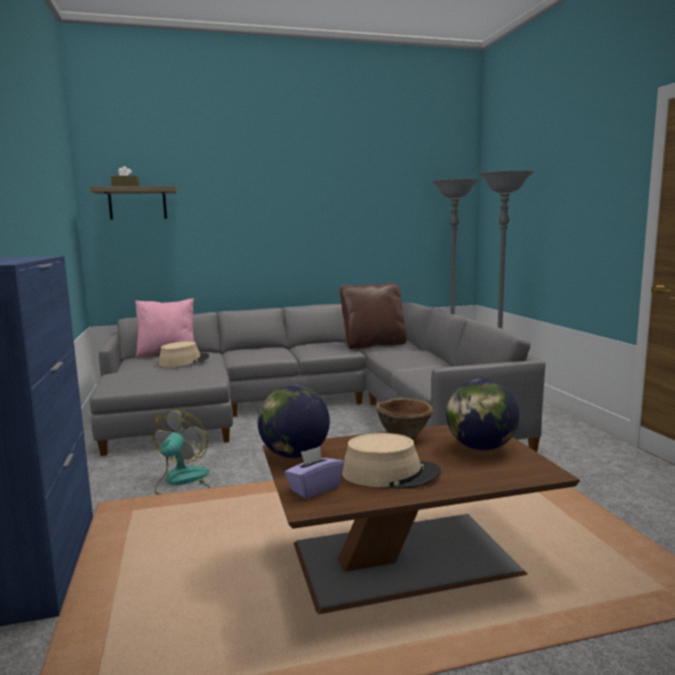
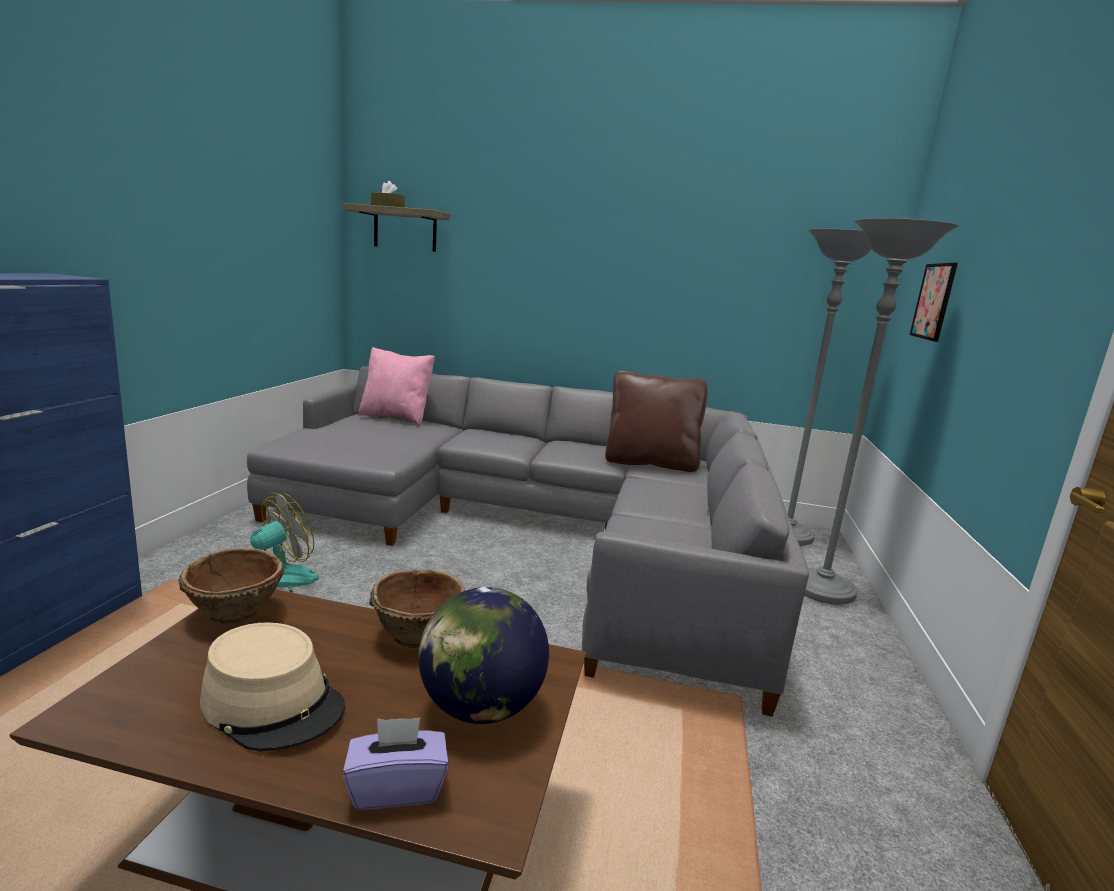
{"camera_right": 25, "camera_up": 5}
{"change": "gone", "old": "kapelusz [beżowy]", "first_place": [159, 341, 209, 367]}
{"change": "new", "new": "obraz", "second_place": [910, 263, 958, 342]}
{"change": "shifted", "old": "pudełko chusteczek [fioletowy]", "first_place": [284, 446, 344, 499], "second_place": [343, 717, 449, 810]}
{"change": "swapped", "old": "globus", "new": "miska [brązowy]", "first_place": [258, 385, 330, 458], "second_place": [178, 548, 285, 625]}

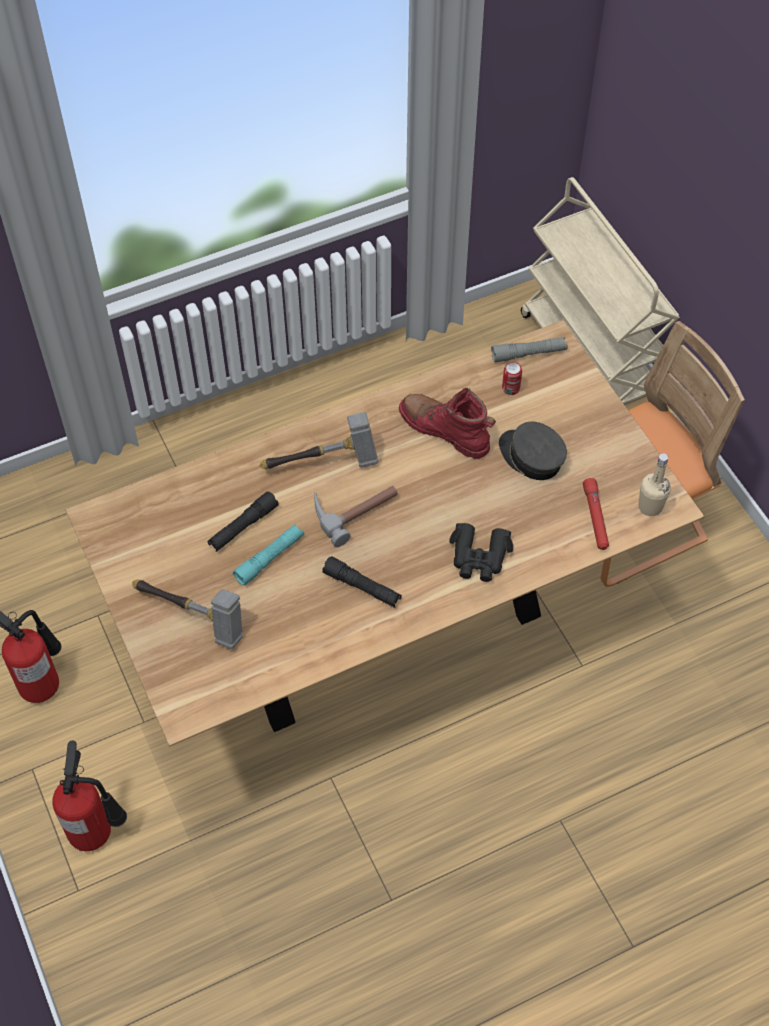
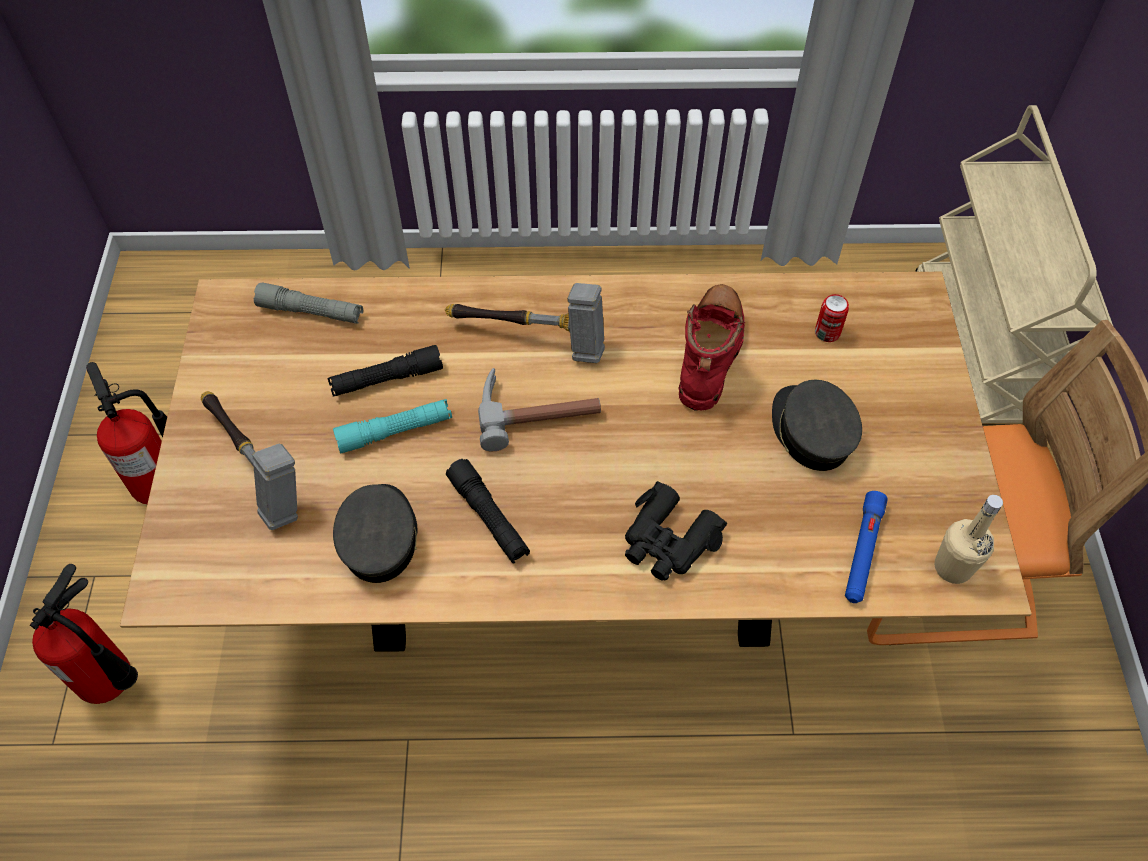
{"camera_right": 25, "camera_up": 0}
{"change": "new", "new": "czapka z daszkiem [szary]", "second_place": [333, 484, 417, 583]}
{"change": "shifted", "old": "latarka [szary]", "first_place": [491, 337, 568, 362], "second_place": [253, 283, 363, 324]}
{"change": "repainted", "old": "latarka [czerwony]", "new": "latarka [niebieski]", "first_place": [583, 478, 609, 550], "second_place": [845, 491, 888, 603]}
{"change": "rotated", "old": "but z cholewką [czerwony]", "first_place": [399, 388, 496, 459], "second_place": [679, 284, 745, 411], "degrees": 45}

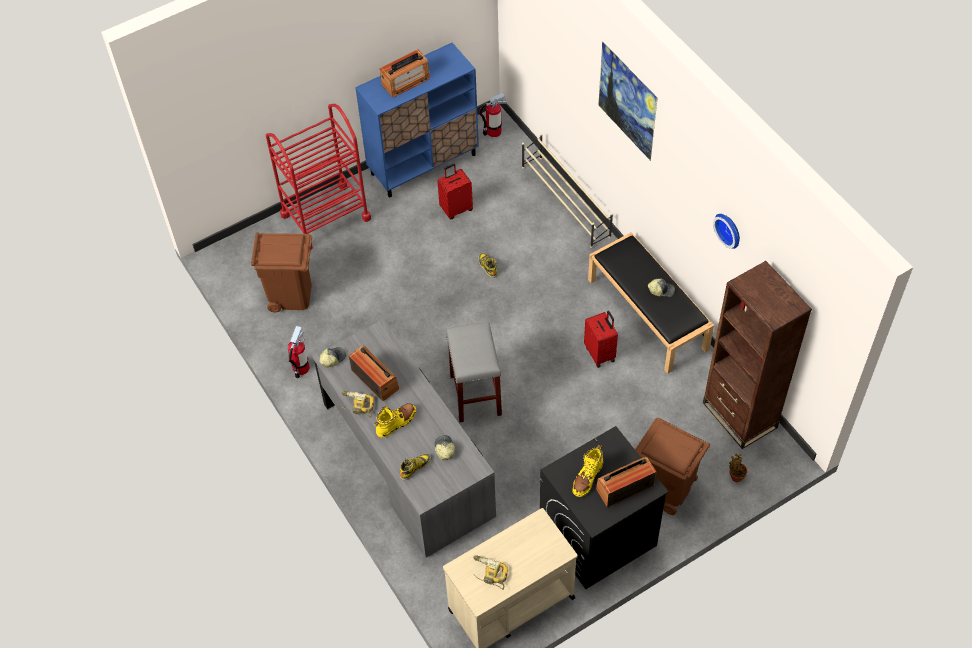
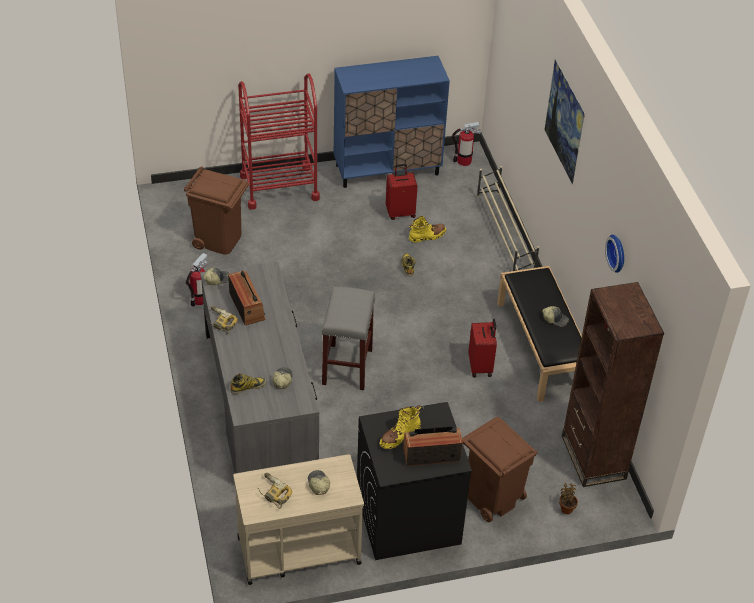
{"camera_right": 15, "camera_up": -10}
{"change": "gone", "old": "radio", "first_place": [380, 49, 430, 97]}
{"change": "new", "new": "czapka z daszkiem", "second_place": [308, 470, 330, 495]}
{"change": "shifted", "old": "but z cholewką [żółty]", "first_place": [374, 403, 416, 438], "second_place": [409, 216, 446, 243]}

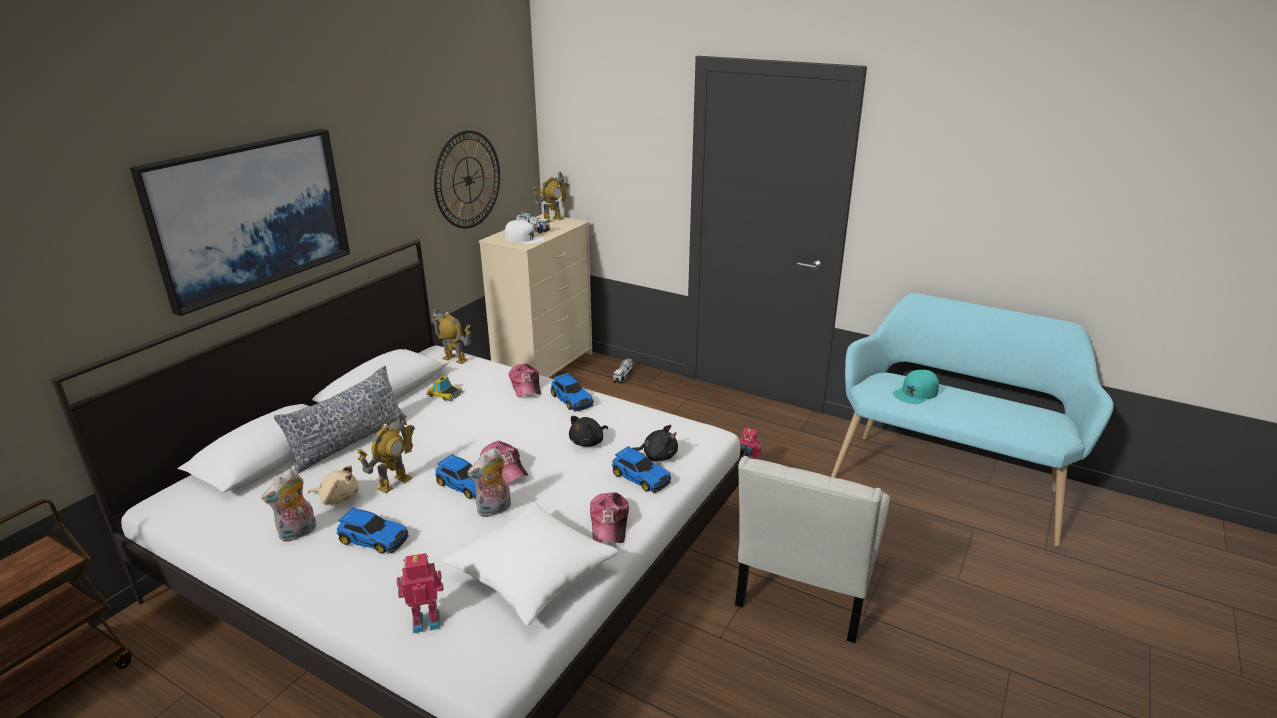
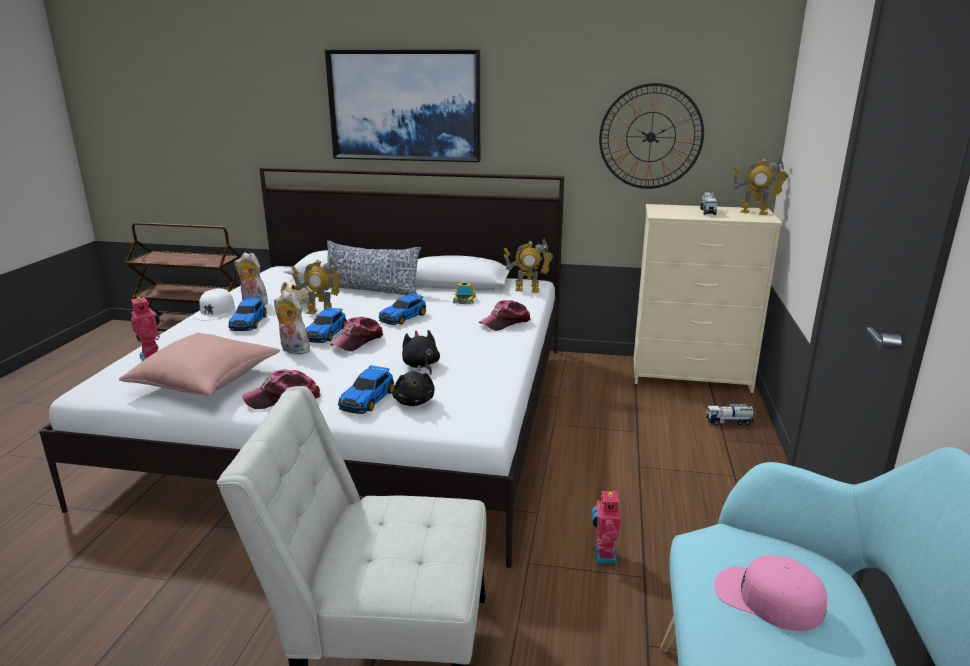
{"camera_right": 70, "camera_up": -5}
{"change": "shifted", "old": "czapka z daszkiem [biały]", "first_place": [505, 220, 544, 244], "second_place": [193, 288, 235, 320]}
{"change": "shifted", "old": "samochodzik", "first_place": [551, 373, 594, 411], "second_place": [379, 293, 426, 325]}
{"change": "repainted", "old": "poduszka [biały]", "new": "poduszka [różowy]", "first_place": [443, 503, 619, 626], "second_place": [119, 333, 280, 396]}
{"change": "repainted", "old": "czapka z daszkiem [turkusowy]", "new": "czapka z daszkiem [różowy]", "first_place": [893, 370, 939, 404], "second_place": [714, 556, 827, 631]}
{"change": "rotated", "old": "robot zabawkowy", "first_place": [431, 307, 471, 364], "second_place": [504, 239, 553, 293], "degrees": 90}
{"change": "rotated", "old": "pluszak [czarny]", "first_place": [569, 416, 608, 447], "second_place": [402, 330, 440, 375], "degrees": 45}

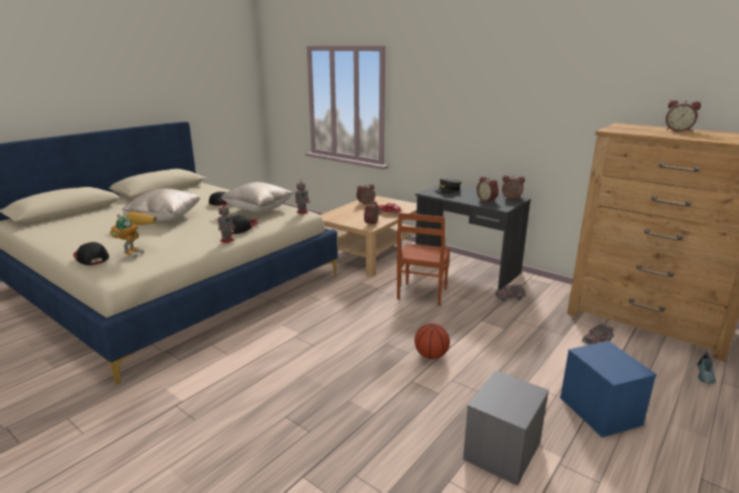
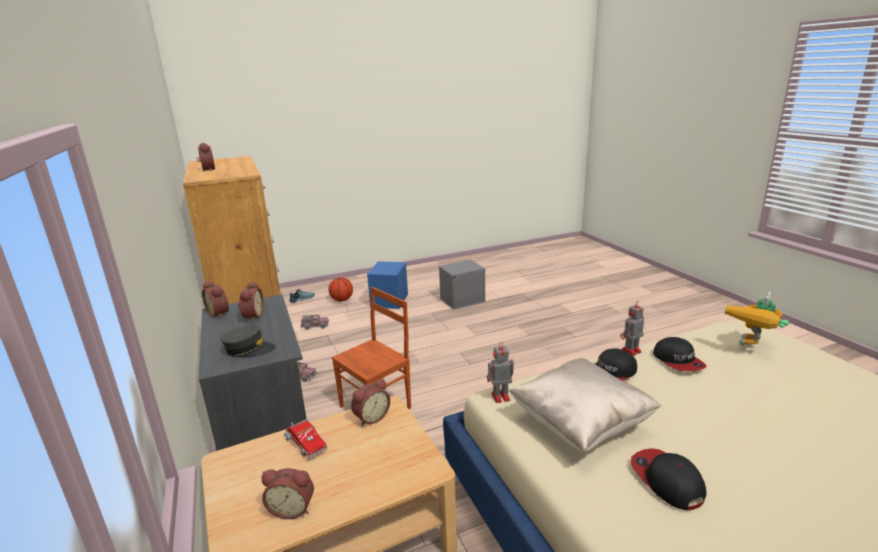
{"camera_right": -150, "camera_up": 0}
{"change": "gone", "old": "poduszka [beżowy]", "first_place": [122, 189, 200, 221]}
{"change": "shifted", "old": "czapka z daszkiem", "first_place": [73, 242, 109, 265], "second_place": [653, 337, 707, 371]}
{"change": "shifted", "old": "piłka do koszykówki", "first_place": [415, 323, 450, 359], "second_place": [328, 277, 353, 302]}

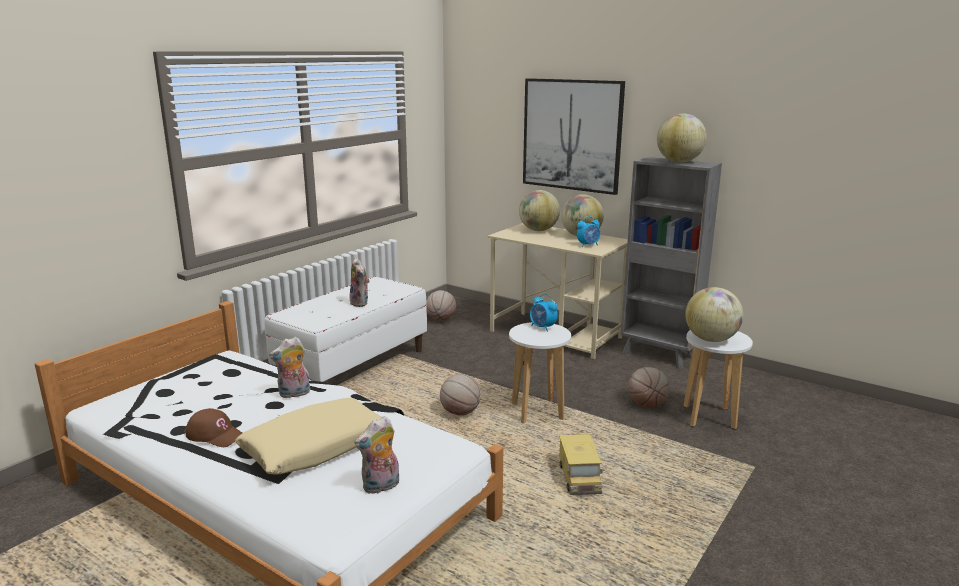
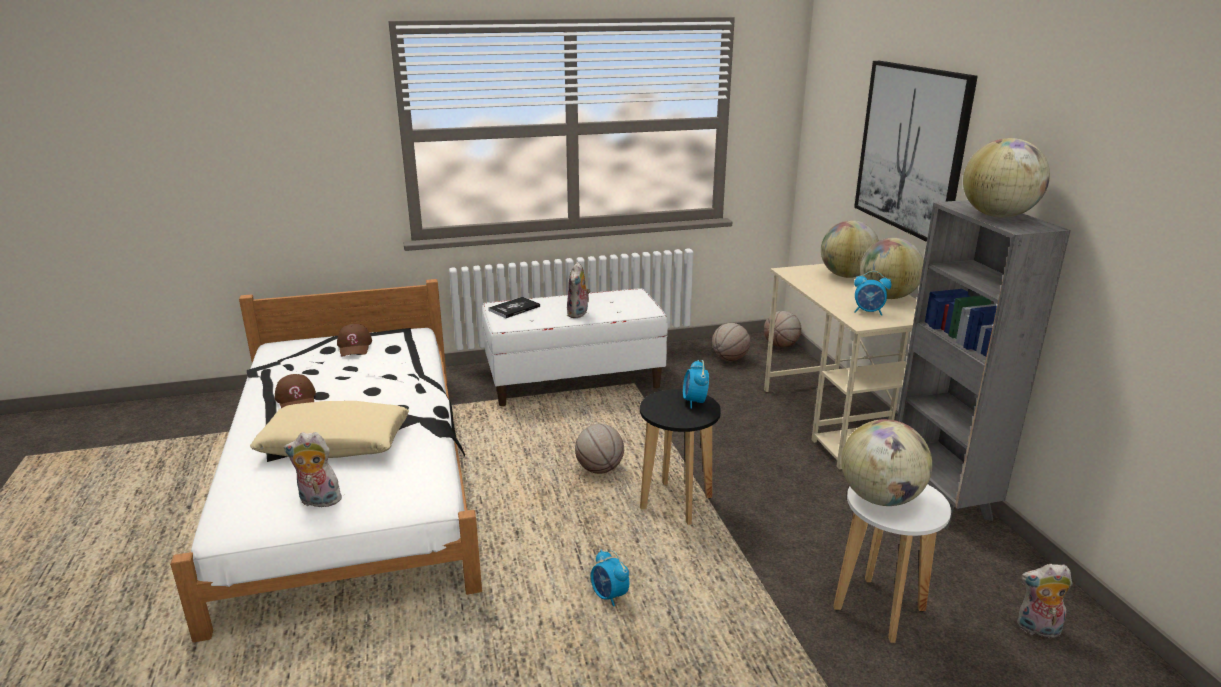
{"camera_right": 40, "camera_up": 5}
{"change": "new", "new": "czapka z daszkiem [brązowy]", "second_place": [337, 324, 372, 357]}
{"change": "new", "new": "książka", "second_place": [488, 297, 540, 318]}
{"change": "shifted", "old": "pluszak", "first_place": [269, 337, 310, 399], "second_place": [1017, 564, 1073, 638]}
{"change": "shifted", "old": "piłka do koszykówki", "first_place": [628, 367, 670, 407], "second_place": [764, 311, 801, 347]}
{"change": "swapped", "old": "ciężarówka zabawkowa", "new": "budzik", "first_place": [559, 434, 602, 495], "second_place": [591, 549, 629, 606]}
{"change": "repainted", "old": "stołek [biały]", "new": "stołek [czarny]", "first_place": [509, 322, 571, 424], "second_place": [640, 389, 721, 525]}

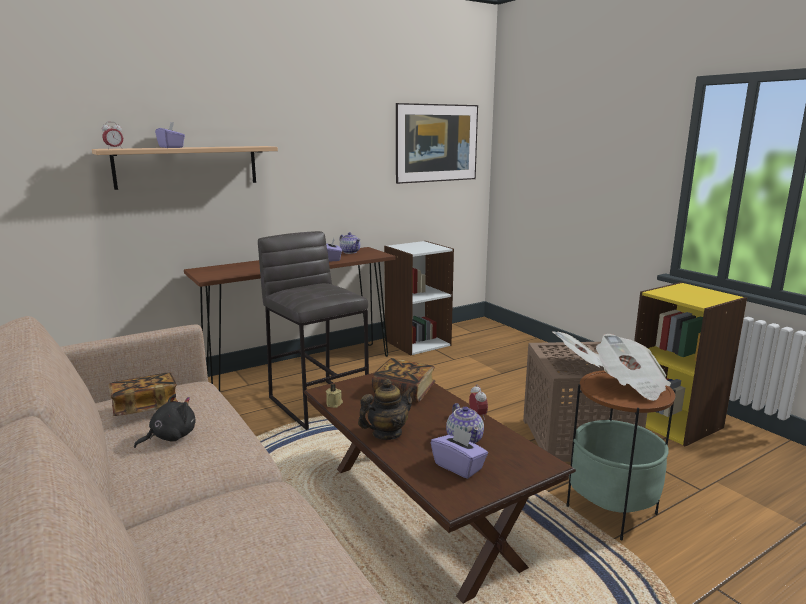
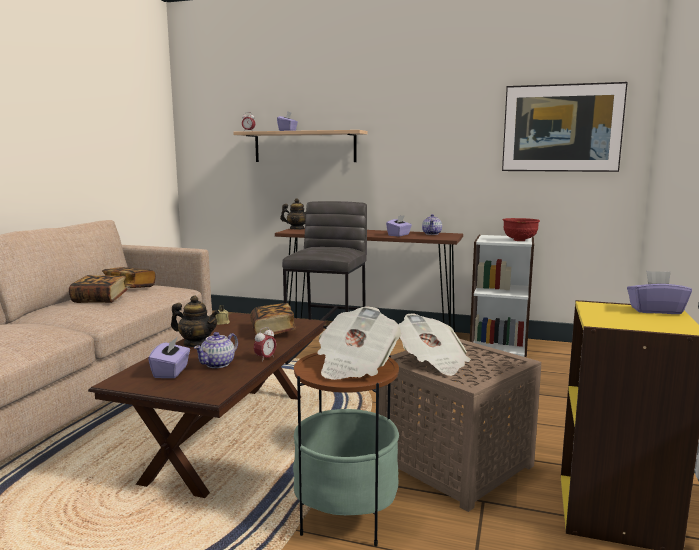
{"camera_right": 50, "camera_up": -5}
{"change": "new", "new": "imbryk", "second_place": [280, 198, 306, 229]}
{"change": "new", "new": "miska [czerwony]", "second_place": [503, 218, 540, 241]}
{"change": "new", "new": "pudełko chusteczek [fioletowy]", "second_place": [627, 271, 692, 314]}
{"change": "swapped", "old": "pluszak [czarny]", "new": "książka", "first_place": [134, 394, 196, 448], "second_place": [69, 275, 128, 303]}

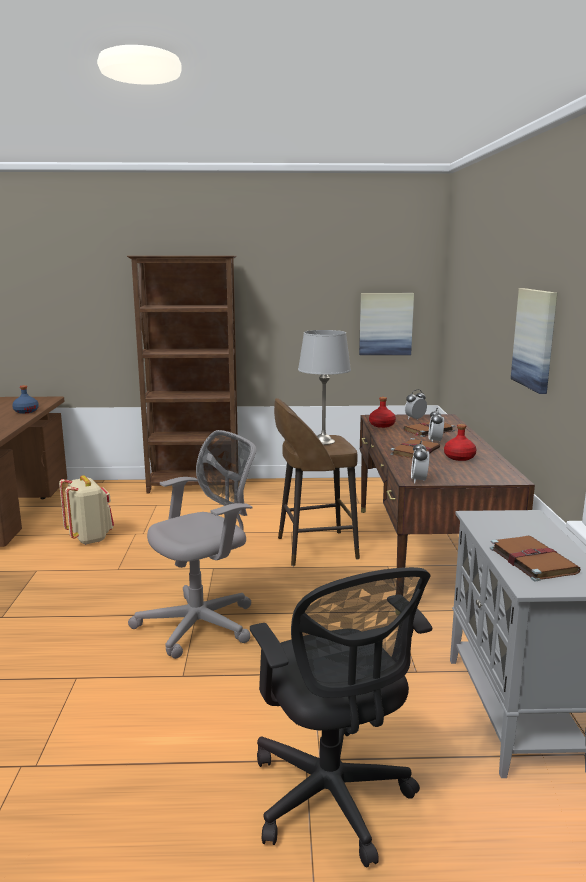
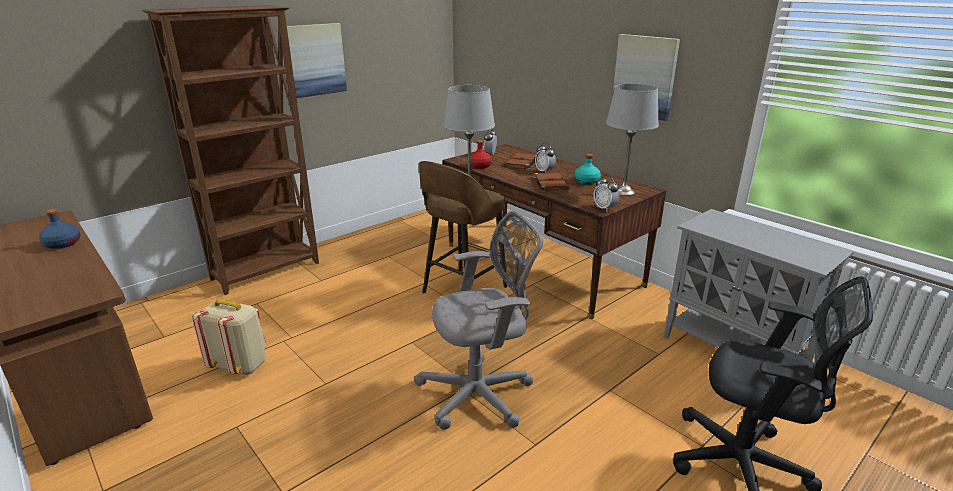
{"camera_right": -40, "camera_up": 10}
{"change": "gone", "old": "książka [brązowy]", "first_place": [490, 536, 581, 582]}
{"change": "new", "new": "lampa stołowa [szary]", "second_place": [606, 84, 659, 196]}
{"change": "shifted", "old": "obraz", "first_place": [359, 293, 414, 355], "second_place": [287, 23, 347, 98]}
{"change": "repainted", "old": "butelka [czerwony]", "new": "butelka [turkusowy]", "first_place": [444, 424, 477, 461], "second_place": [574, 154, 601, 184]}
{"change": "rotated", "old": "krzesło biurowe [szary]", "first_place": [128, 430, 256, 659], "second_place": [414, 211, 543, 430], "degrees": 60}

